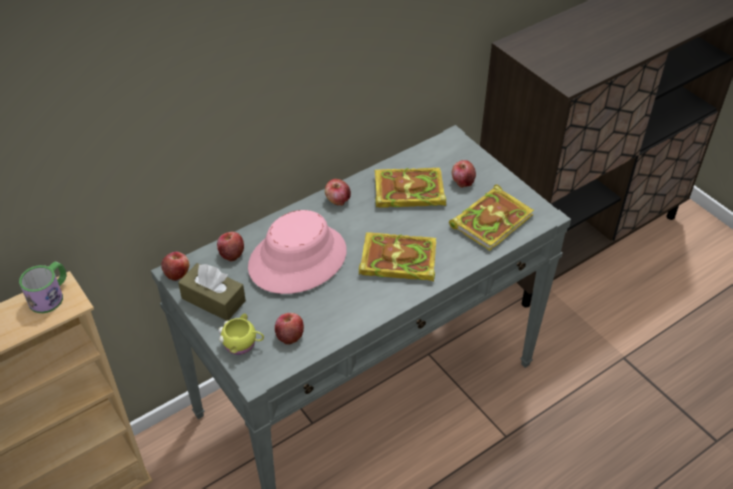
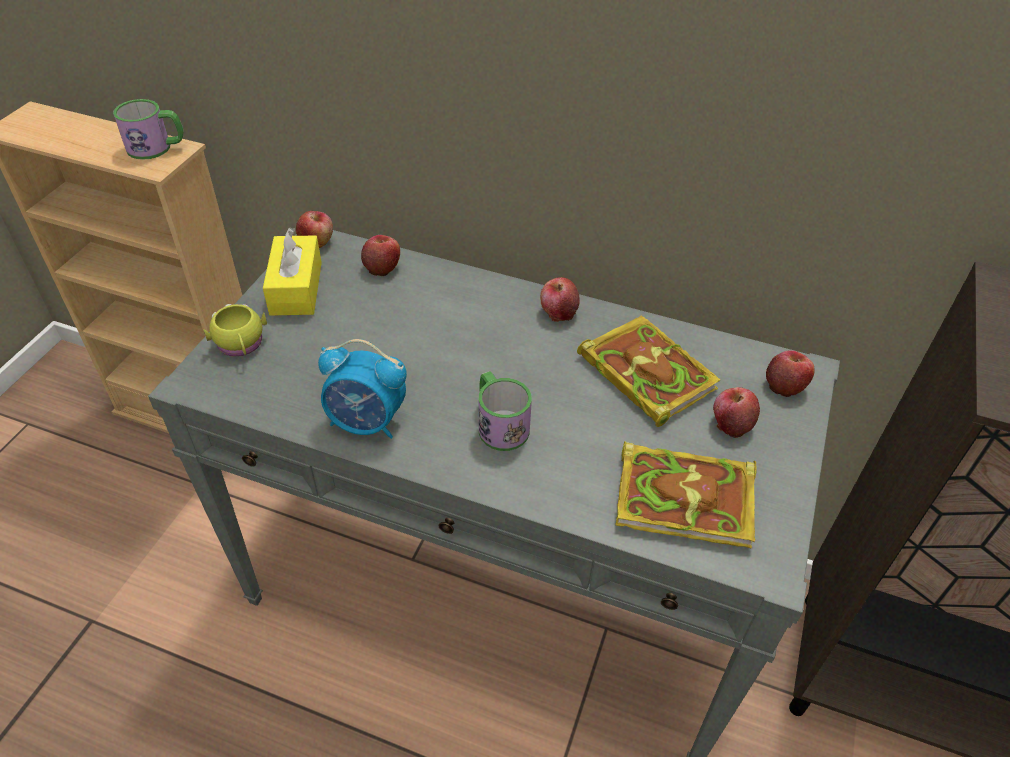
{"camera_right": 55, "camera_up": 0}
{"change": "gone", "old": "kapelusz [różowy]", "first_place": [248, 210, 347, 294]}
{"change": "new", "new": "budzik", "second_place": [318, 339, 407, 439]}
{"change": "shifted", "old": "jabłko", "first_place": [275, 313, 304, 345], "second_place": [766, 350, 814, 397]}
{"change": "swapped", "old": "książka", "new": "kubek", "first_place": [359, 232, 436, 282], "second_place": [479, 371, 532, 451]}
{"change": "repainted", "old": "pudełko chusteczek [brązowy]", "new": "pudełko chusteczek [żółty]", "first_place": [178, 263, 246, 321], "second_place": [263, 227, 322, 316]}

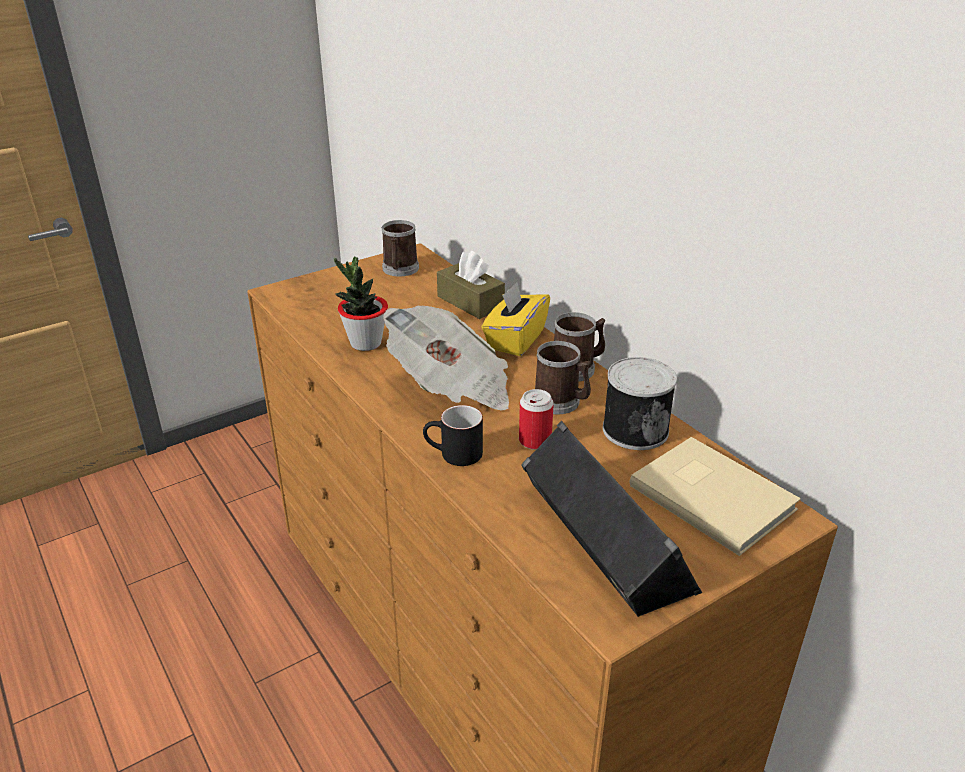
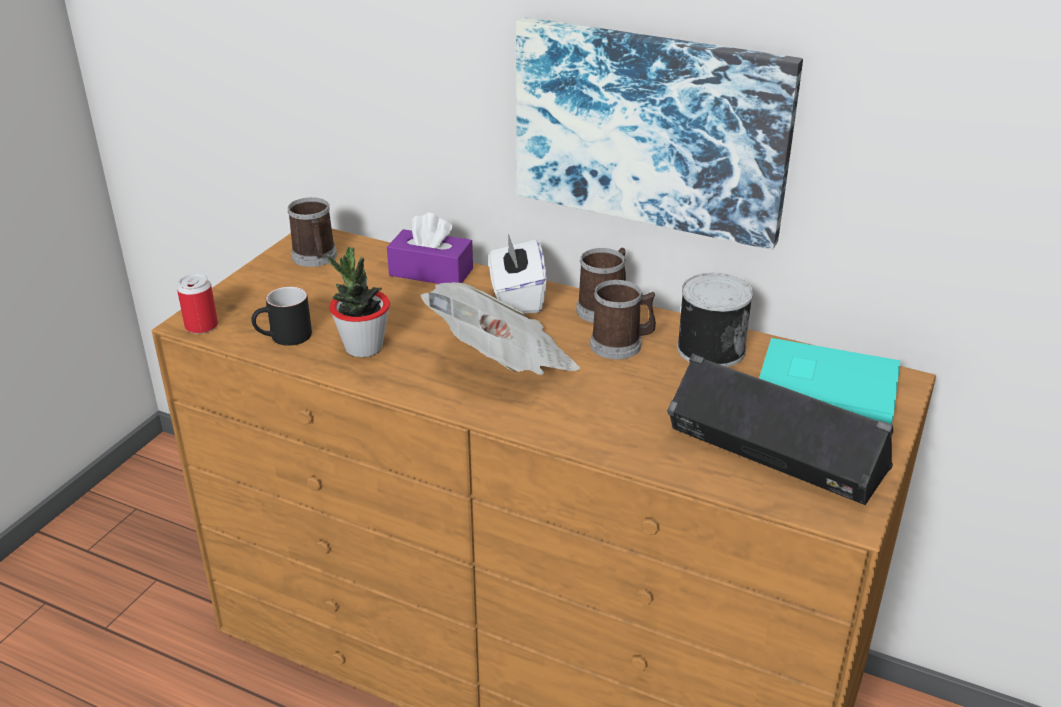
{"camera_right": -30, "camera_up": 0}
{"change": "new", "new": "obraz", "second_place": [516, 17, 803, 250]}
{"change": "shifted", "old": "kubek [czarny]", "first_place": [423, 405, 483, 466], "second_place": [251, 286, 312, 346]}
{"change": "shifted", "old": "puszka", "first_place": [519, 389, 554, 450], "second_place": [177, 274, 218, 334]}
{"change": "repainted", "old": "pudełko chusteczek [brązowy]", "new": "pudełko chusteczek [fioletowy]", "first_place": [437, 251, 505, 319], "second_place": [387, 213, 473, 284]}
{"change": "repainted", "old": "pudełko chusteczek [żółty]", "new": "pudełko chusteczek [biały]", "first_place": [481, 282, 550, 356], "second_place": [489, 234, 547, 313]}
{"change": "repainted", "old": "książka [beżowy]", "new": "książka [turkusowy]", "first_place": [630, 437, 801, 556], "second_place": [759, 338, 901, 424]}

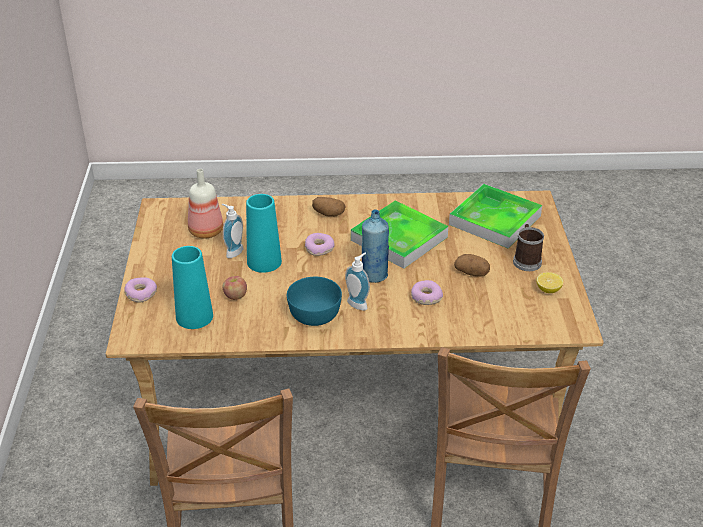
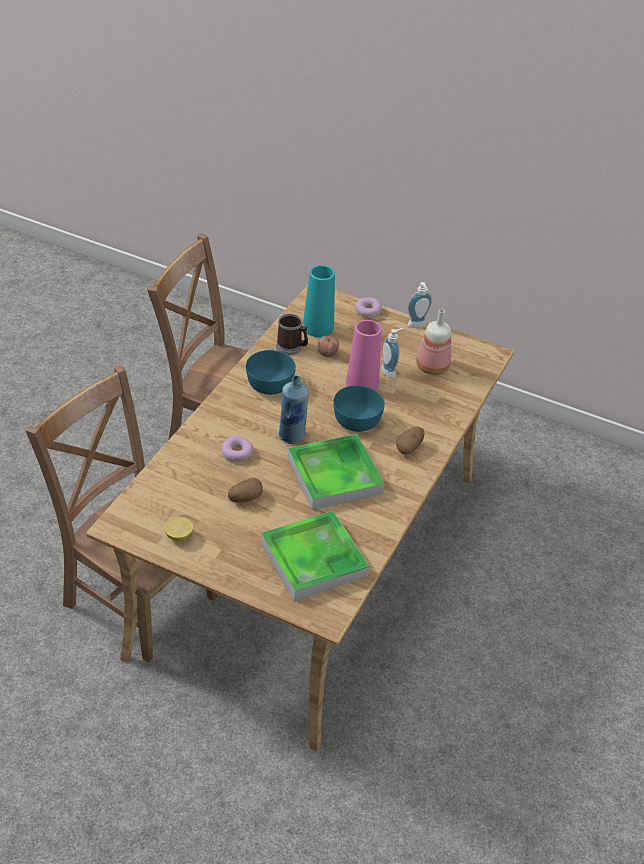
{"camera_right": 115, "camera_up": 5}
{"change": "shifted", "old": "dozownik mydła", "first_place": [345, 253, 370, 310], "second_place": [408, 282, 432, 328]}
{"change": "shifted", "old": "kubek", "first_place": [513, 224, 544, 271], "second_place": [276, 314, 308, 355]}
{"change": "swapped", "old": "donut", "new": "miska [turkusowy]", "first_place": [305, 233, 335, 256], "second_place": [333, 385, 385, 432]}
{"change": "repainted", "old": "wazon [turkusowy]", "new": "wazon [różowy]", "first_place": [246, 194, 282, 273], "second_place": [346, 320, 382, 390]}

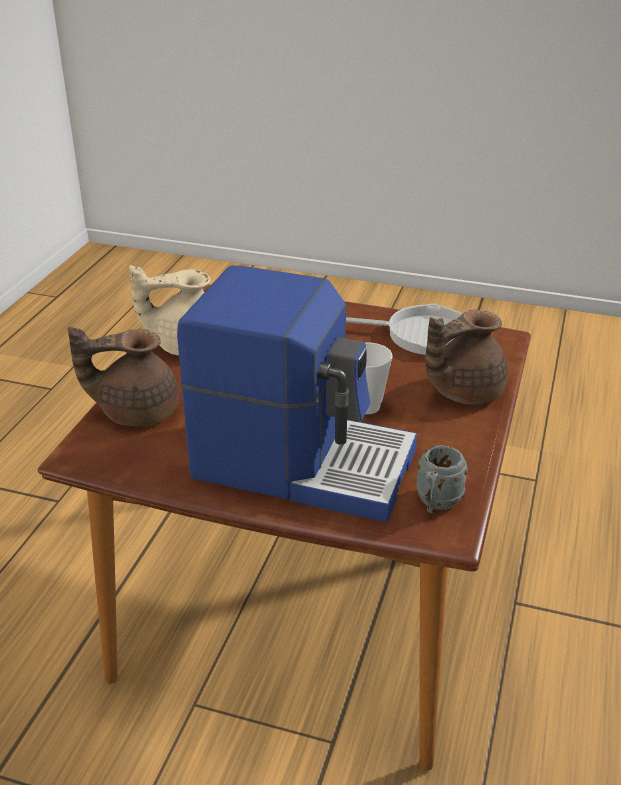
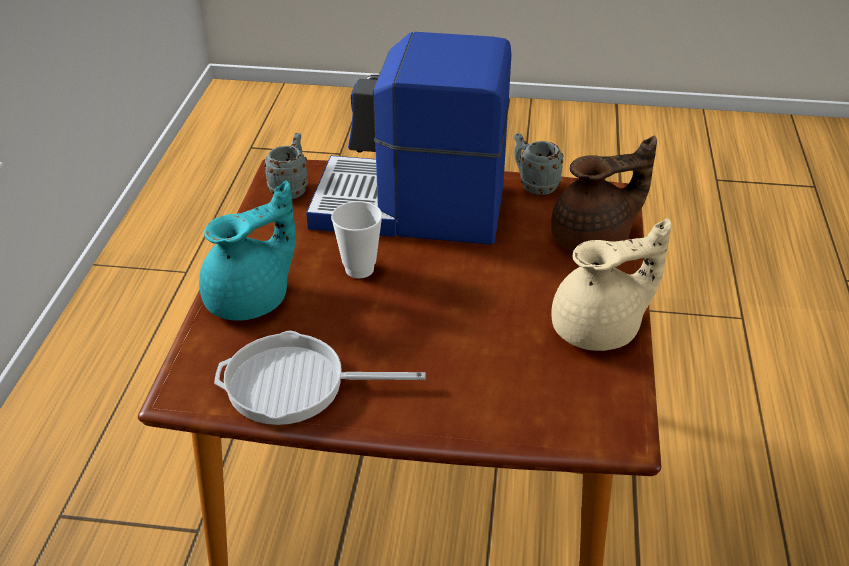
{"camera_right": 170, "camera_up": 5}
{"change": "new", "new": "kubek [szary]", "second_place": [514, 133, 563, 195]}
{"change": "repainted", "old": "imbryk [brązowy]", "new": "imbryk [turkusowy]", "first_place": [425, 310, 508, 404], "second_place": [199, 181, 296, 321]}

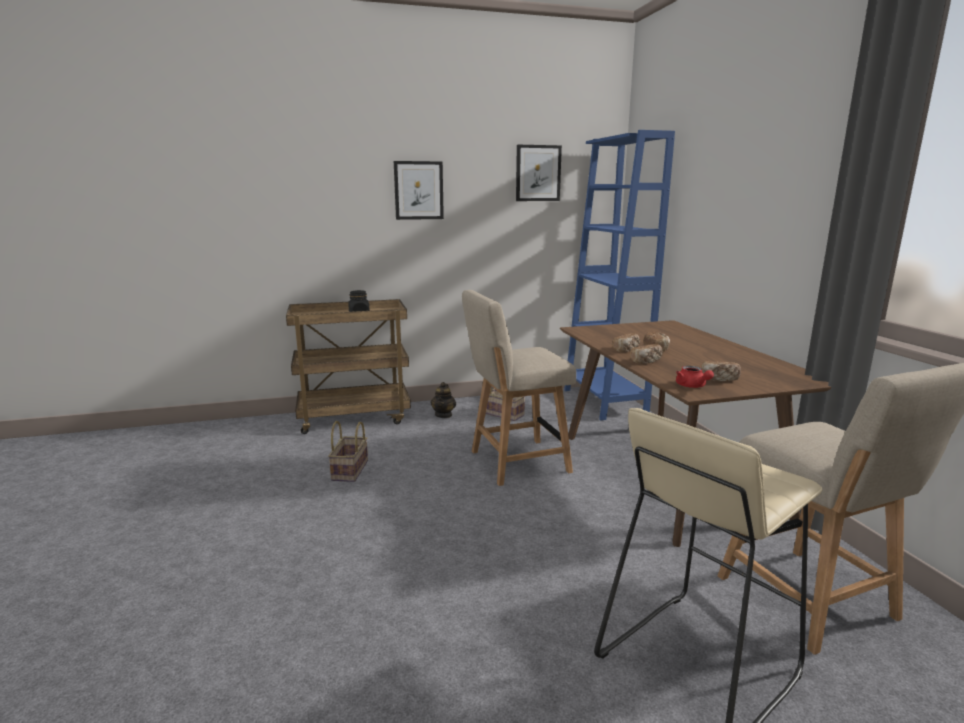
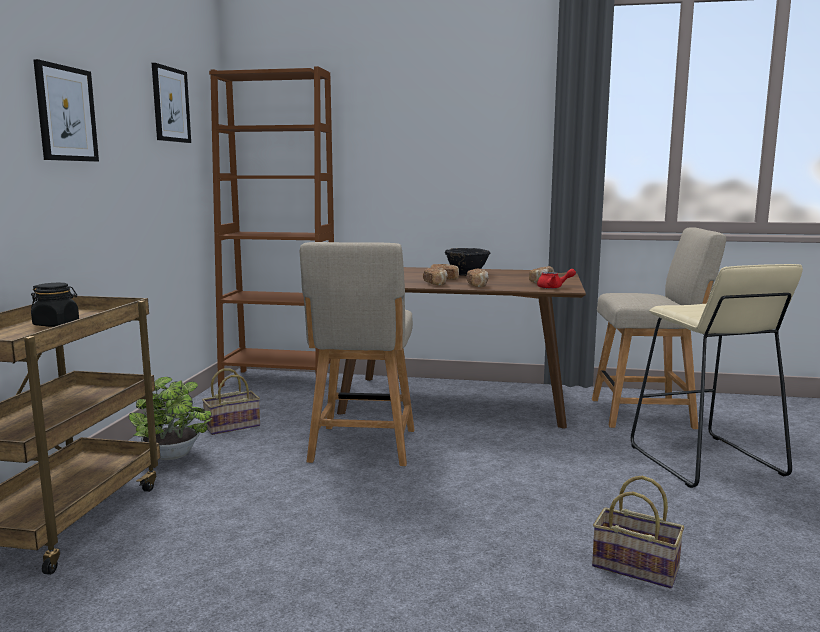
{"camera_right": -65, "camera_up": -5}
{"change": "new", "new": "miska [czarny]", "second_place": [445, 248, 490, 276]}
{"change": "shifted", "old": "koszyk", "first_place": [328, 421, 368, 482], "second_place": [592, 476, 684, 589]}
{"change": "swapped", "old": "imbryk", "new": "roślina doniczkowa", "first_place": [430, 382, 456, 418], "second_place": [129, 377, 212, 460]}
{"change": "repainted", "old": "regał [niebieski]", "new": "regał [brązowy]", "first_place": [564, 130, 675, 420], "second_place": [209, 66, 334, 388]}

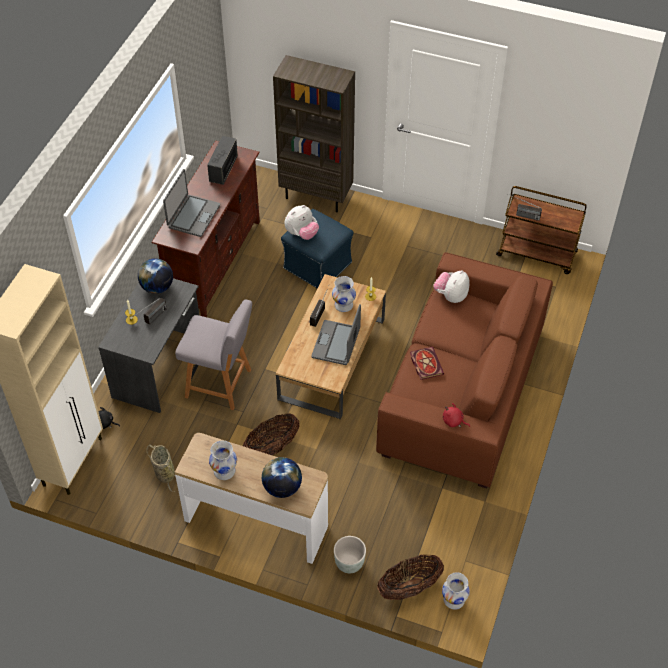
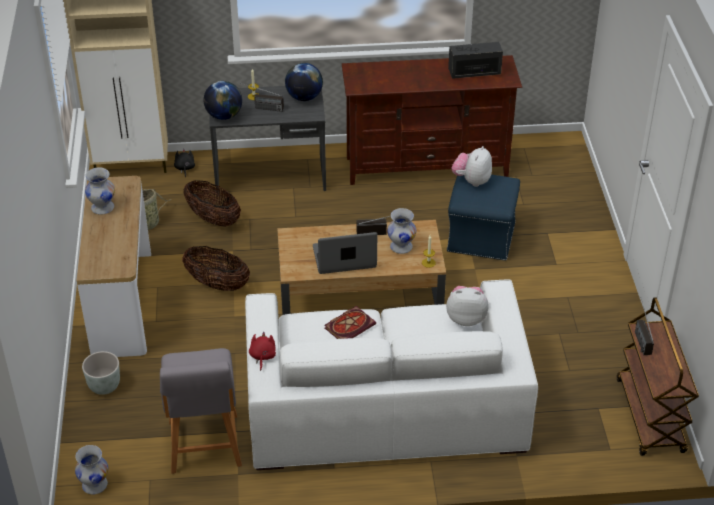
{"camera_right": 65, "camera_up": -10}
{"change": "gone", "old": "laptop", "first_place": [163, 169, 220, 237]}
{"change": "gone", "old": "regał [brązowy]", "first_place": [273, 55, 355, 212]}
{"change": "shifted", "old": "krzesło [szary]", "first_place": [175, 300, 252, 410], "second_place": [160, 348, 242, 474]}
{"change": "shifted", "old": "globus", "first_place": [262, 457, 302, 498], "second_place": [204, 81, 242, 120]}
{"change": "shifted", "old": "koszyk", "first_place": [377, 555, 444, 600], "second_place": [183, 180, 241, 227]}
{"change": "repainted", "old": "kanapa [brązowy]", "new": "kanapa [biały]", "first_place": [376, 252, 553, 489], "second_place": [245, 279, 538, 470]}
{"change": "rotated", "old": "pluszak", "first_place": [285, 205, 319, 240], "second_place": [452, 146, 492, 187], "degrees": 90}

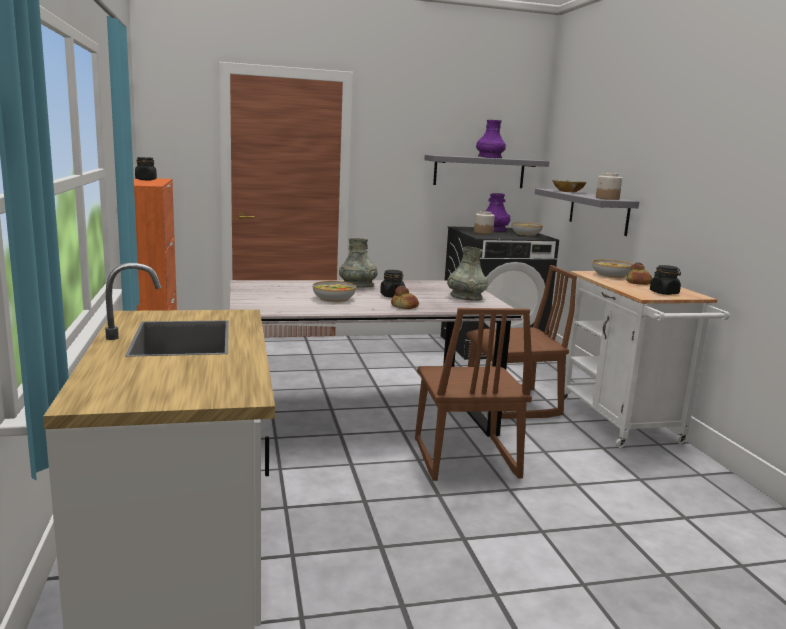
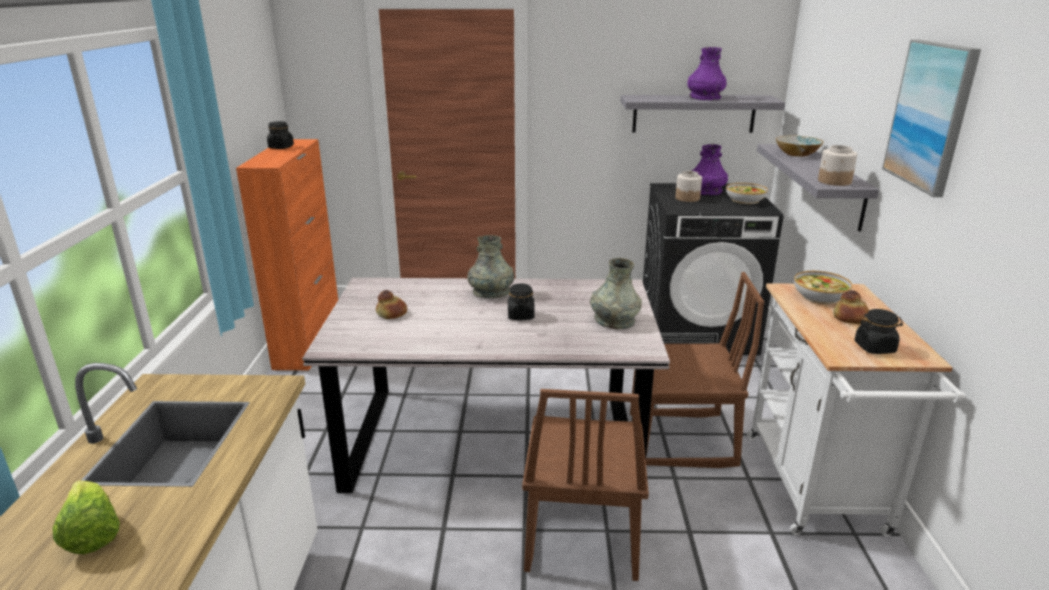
{"camera_right": 15, "camera_up": 10}
{"change": "gone", "old": "miska", "first_place": [313, 281, 356, 302]}
{"change": "new", "new": "sałata", "second_place": [52, 480, 120, 554]}
{"change": "new", "new": "obraz", "second_place": [882, 39, 981, 197]}
{"change": "shifted", "old": "chleb", "first_place": [391, 285, 419, 309], "second_place": [376, 290, 407, 319]}

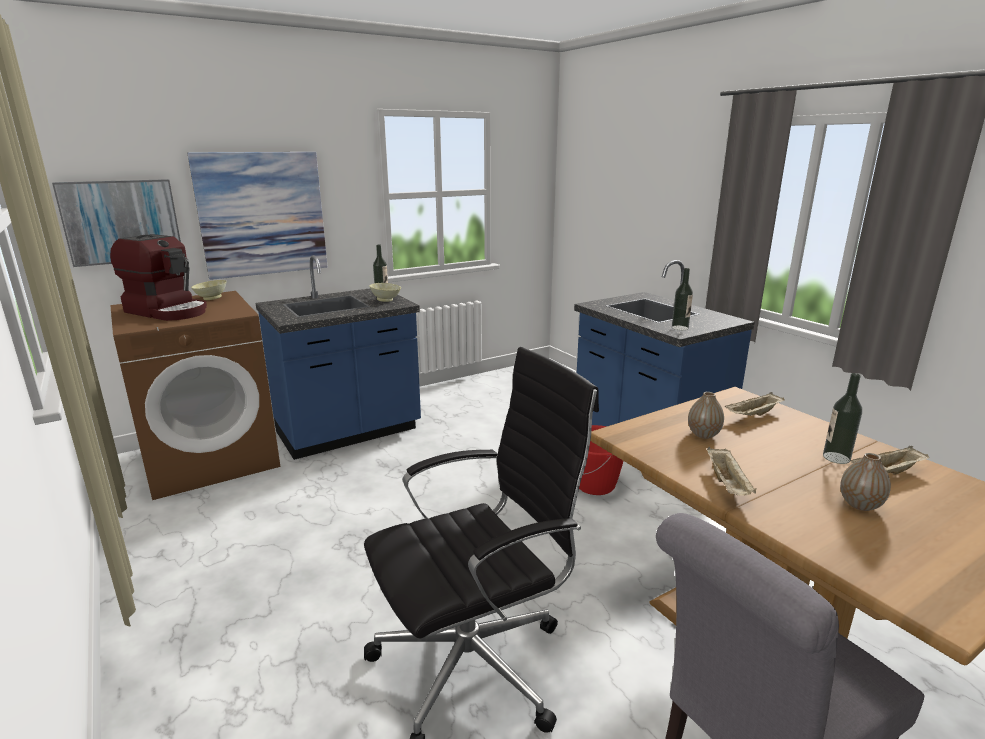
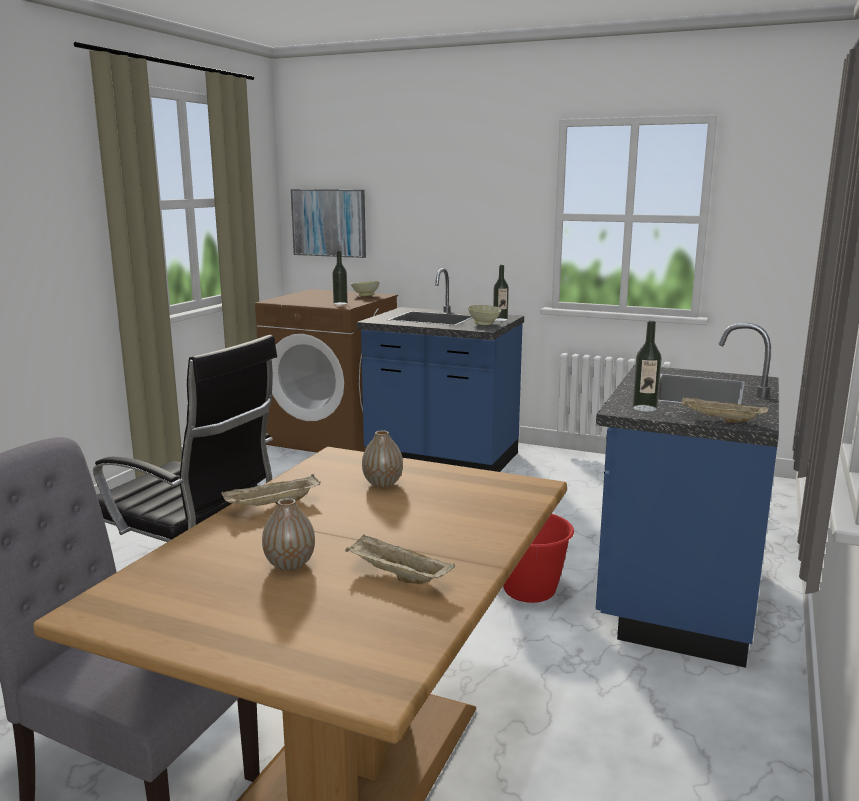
{"camera_right": 55, "camera_up": -5}
{"change": "gone", "old": "ekspres do kawy", "first_place": [110, 234, 207, 321]}
{"change": "gone", "old": "obraz", "first_place": [187, 152, 328, 280]}
{"change": "shifted", "old": "taca [beżowy]", "first_place": [725, 392, 785, 416], "second_place": [681, 397, 768, 423]}
{"change": "shifted", "old": "butelka", "first_place": [823, 373, 862, 464], "second_place": [332, 251, 348, 305]}

